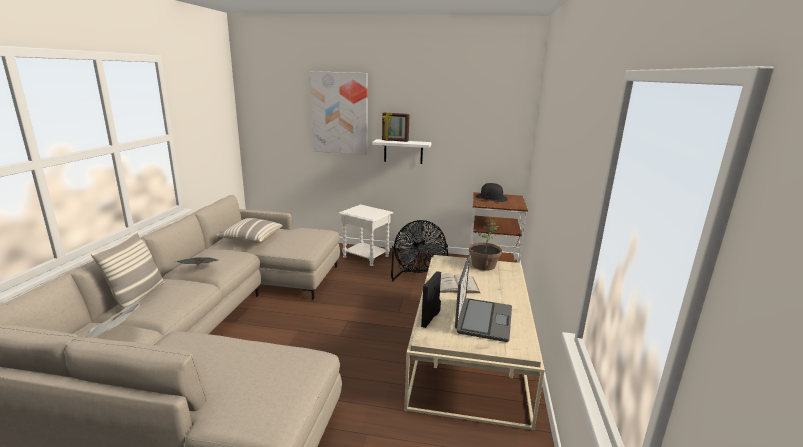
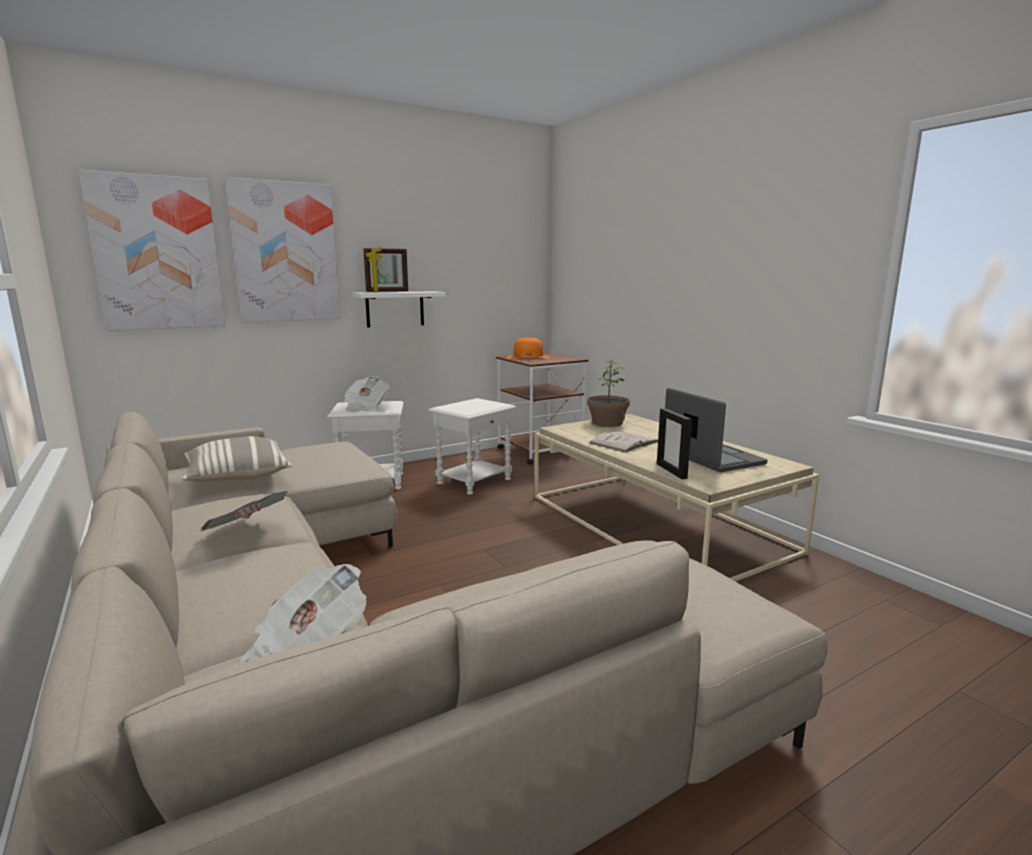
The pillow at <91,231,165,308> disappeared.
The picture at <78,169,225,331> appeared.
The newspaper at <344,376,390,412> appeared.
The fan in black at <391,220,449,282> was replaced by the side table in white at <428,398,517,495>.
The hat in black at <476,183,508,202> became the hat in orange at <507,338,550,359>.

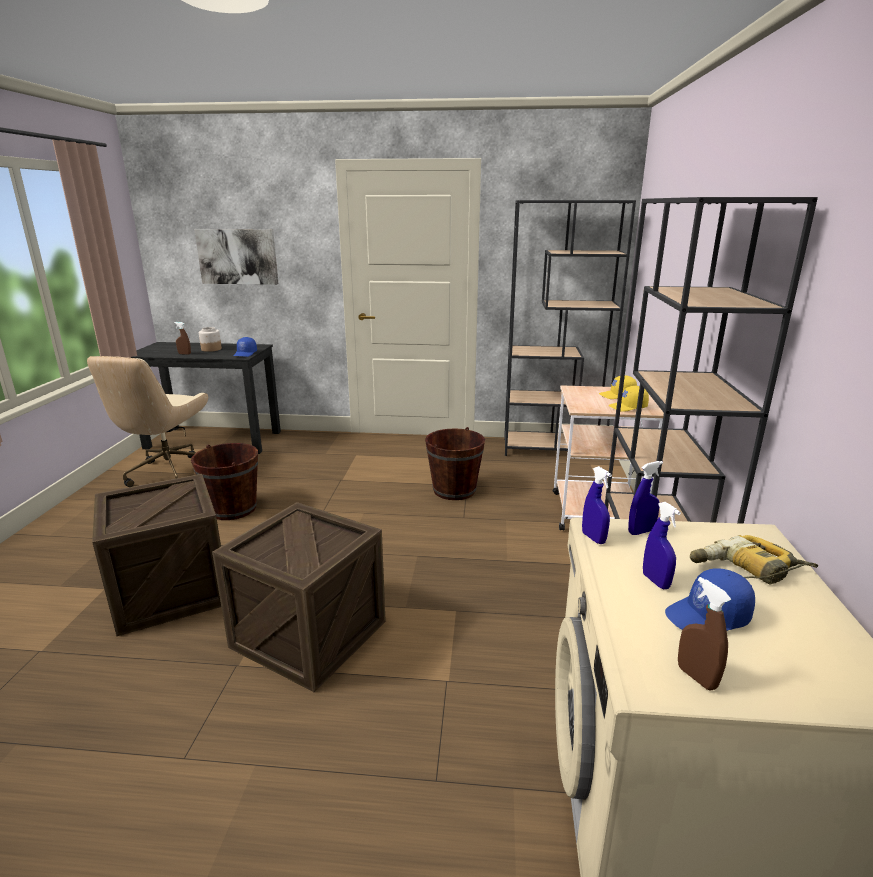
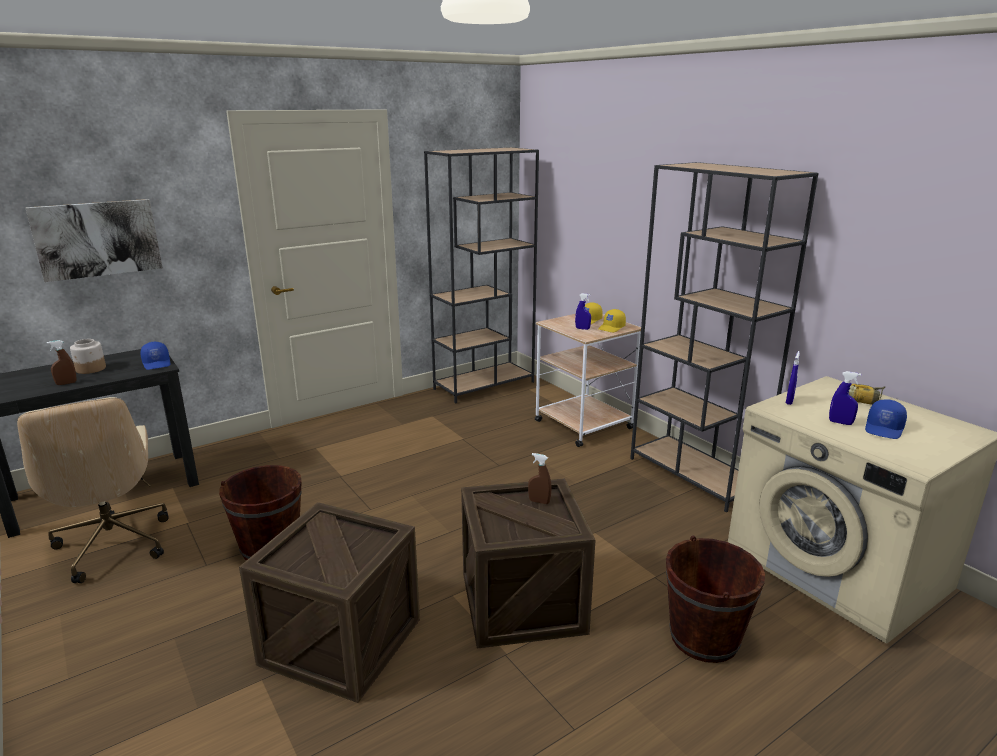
The bucket in brown moved from <425,427,485,500> to <666,535,765,663>.
The spray bottle in blue moved from <582,466,612,544> to <575,293,591,330>.
The spray bottle in brown moved from <678,577,731,691> to <528,453,551,504>.

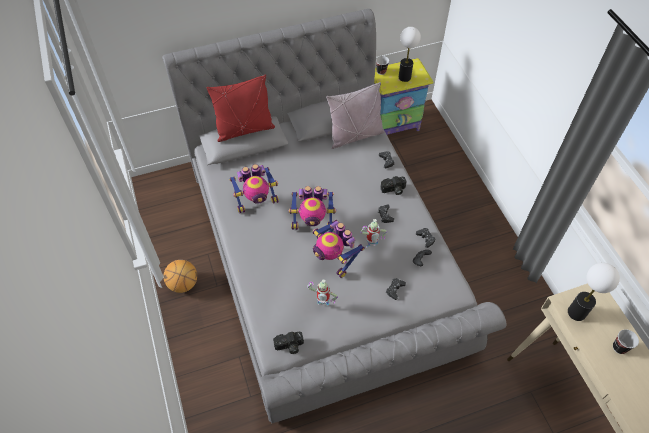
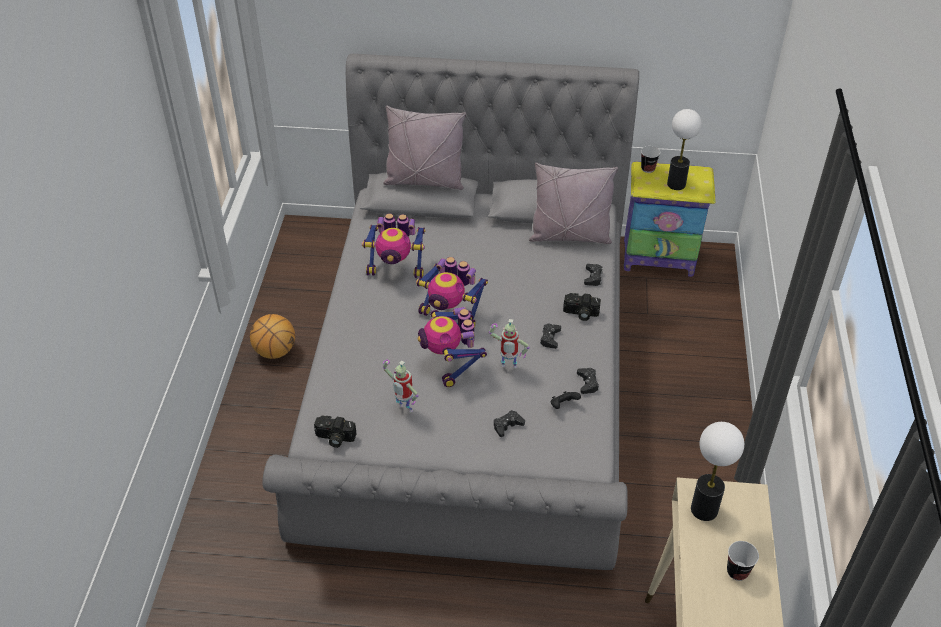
The pillow in red at <206,75,275,142> became the pillow in purple at <383,106,466,190>.

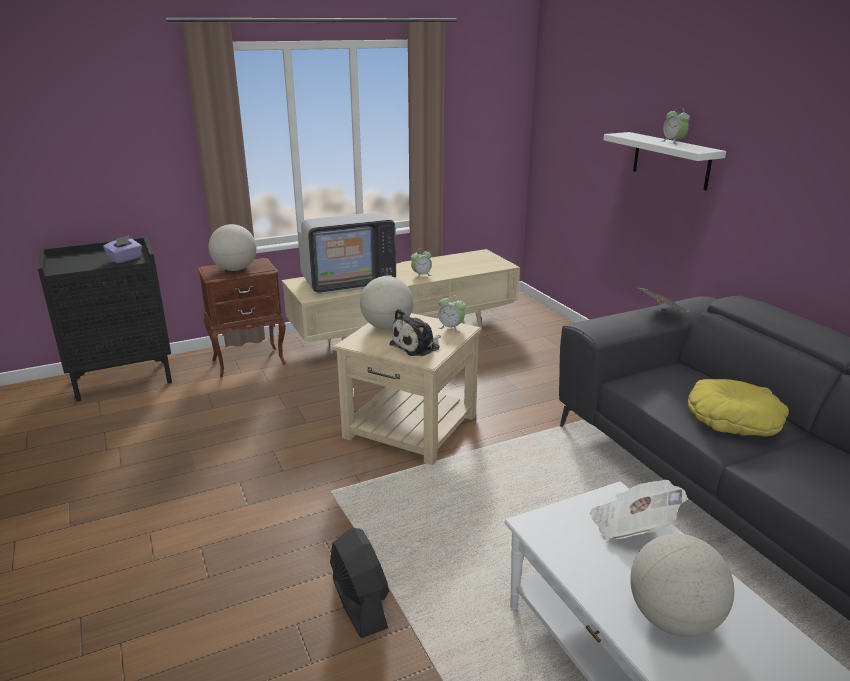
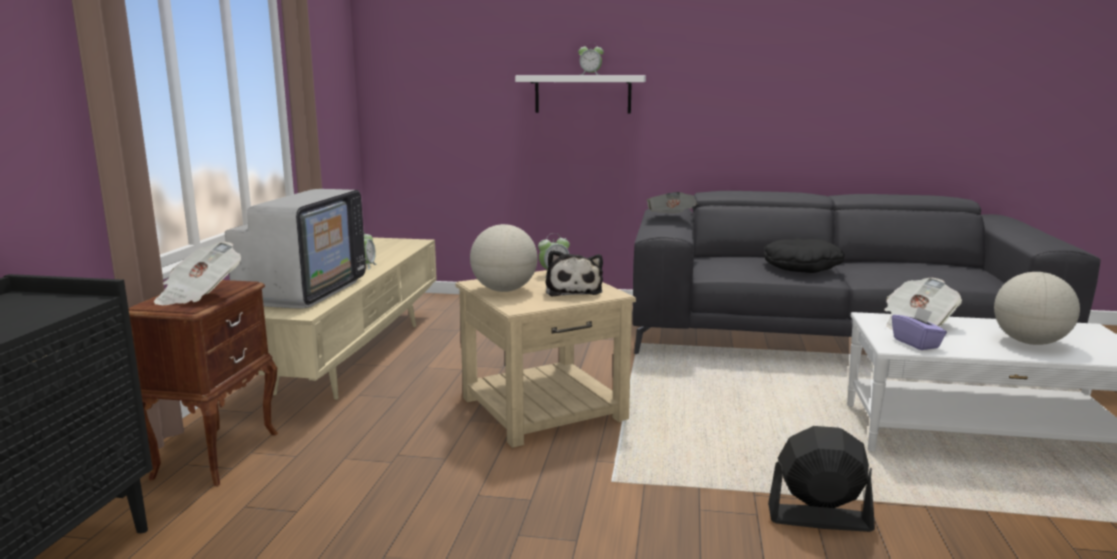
The tissue box in purple moved from <103,235,142,263> to <892,306,947,350>.
The globe at <208,224,256,271> was replaced by the newspaper at <154,242,241,305>.
The pillow in yellow at <688,379,789,436> became the pillow in black at <764,238,845,273>.

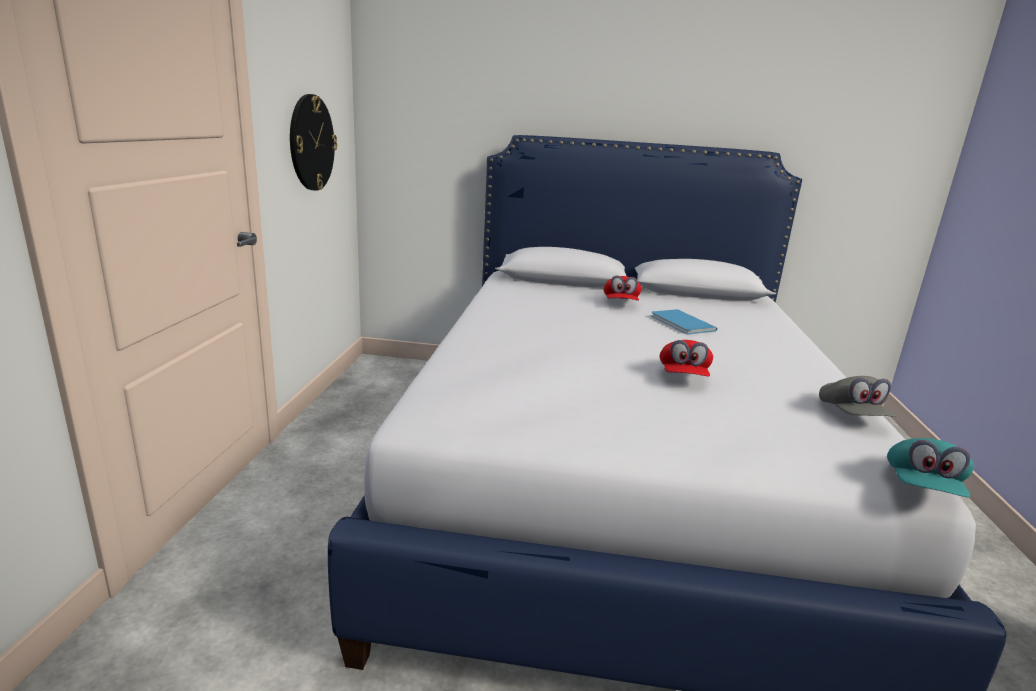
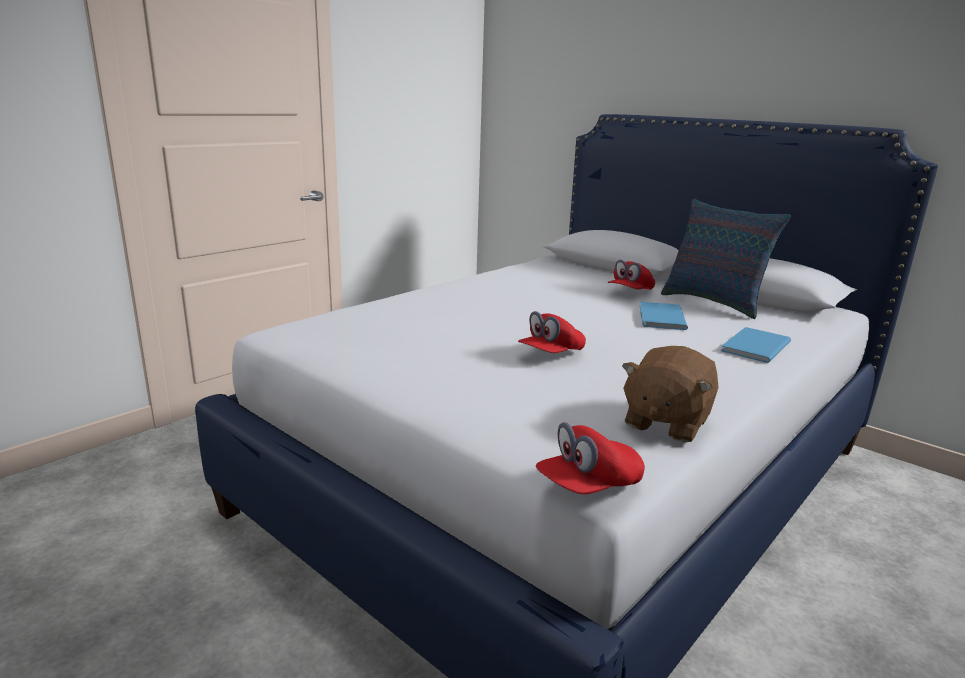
The wall clock at <290,94,337,191> disappeared.
The pillow in blue at <661,199,791,319> appeared.
The book in blue at <721,327,791,363> appeared.
The cap in grey at <819,376,896,417> was replaced by the plush toy in brown at <622,346,718,442>.
The cap in turquoise at <887,438,974,497> became the cap in red at <536,422,645,494>.

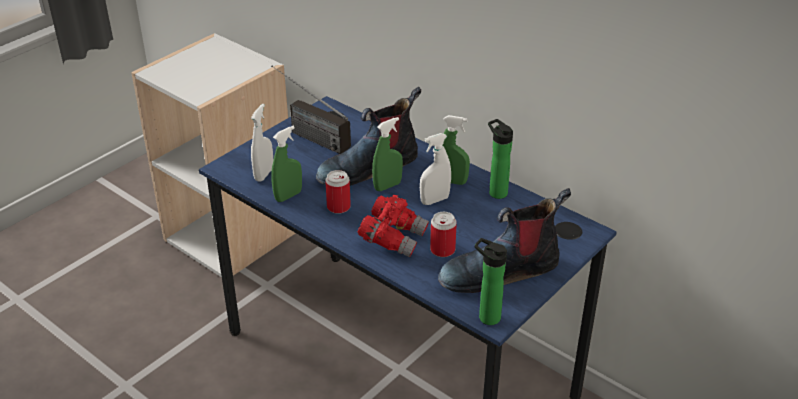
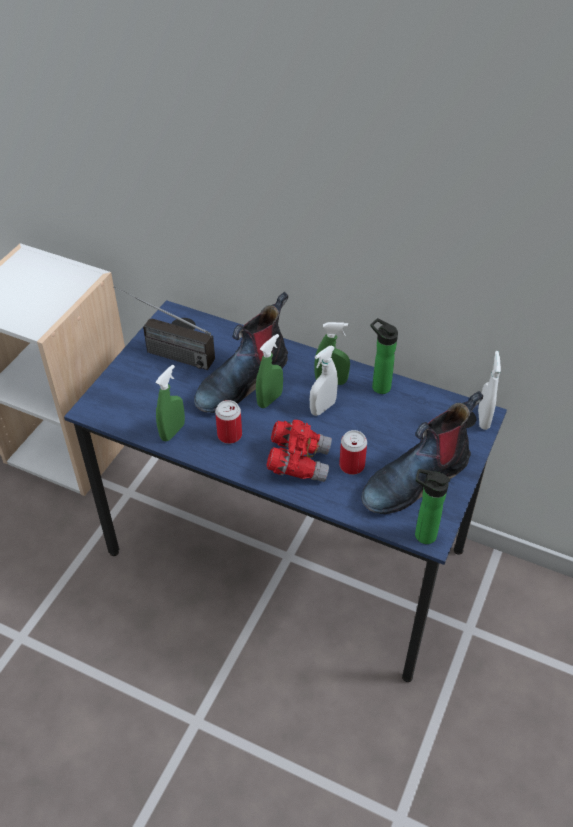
The spray bottle in white moved from <251,104,273,182> to <478,351,501,430>.

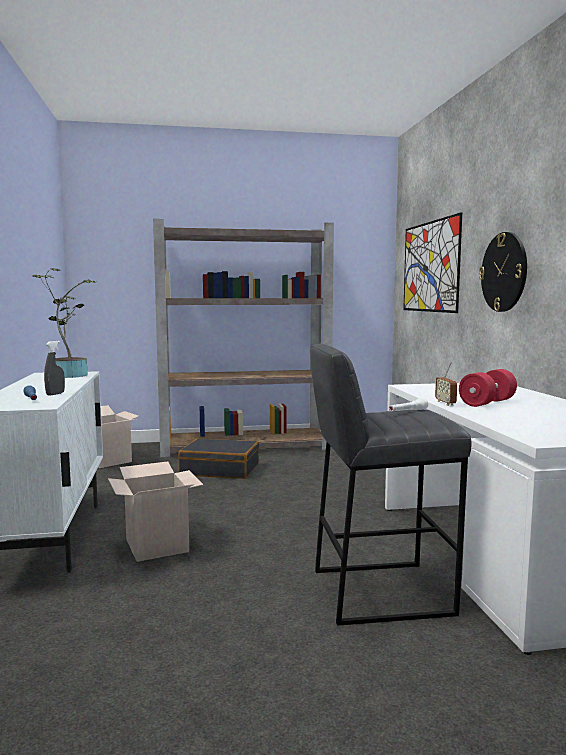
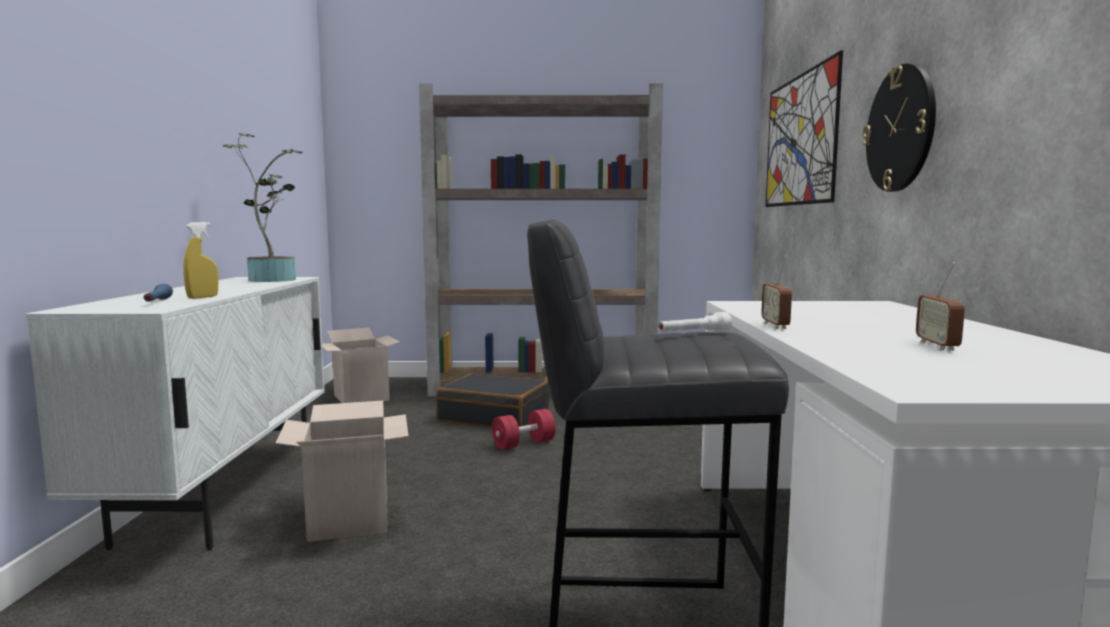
The radio at <916,262,965,351> appeared.
The dumbbell in red moved from <459,369,517,407> to <492,409,556,450>.
The spray bottle in grey at <44,341,65,396> became the spray bottle in yellow at <183,222,218,299>.

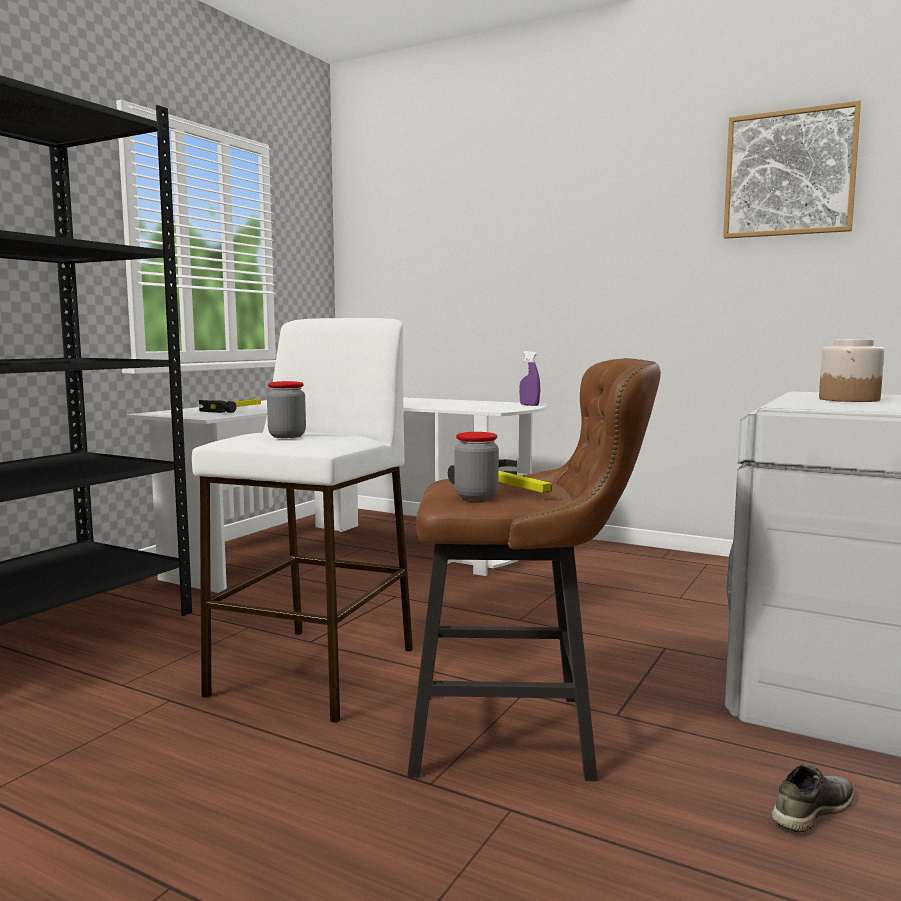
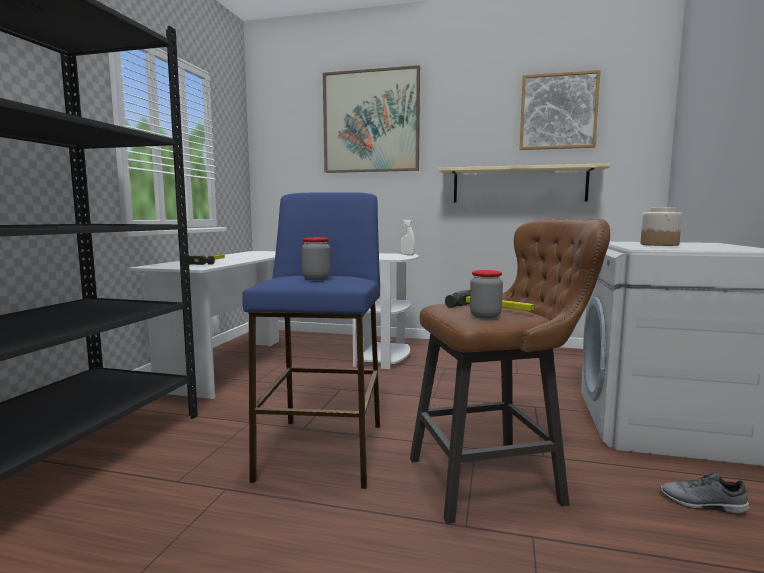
The picture at <323,65,420,173> appeared.
The shelf in beige at <439,163,611,202> appeared.
The stool in white at <192,318,413,723> became the stool in blue at <242,192,380,489>.
The spray bottle in purple at <519,351,540,406> became the spray bottle in white at <400,219,415,255>.
The shoe in grey at <772,765,854,832> turned 105 degrees counterclockwise.

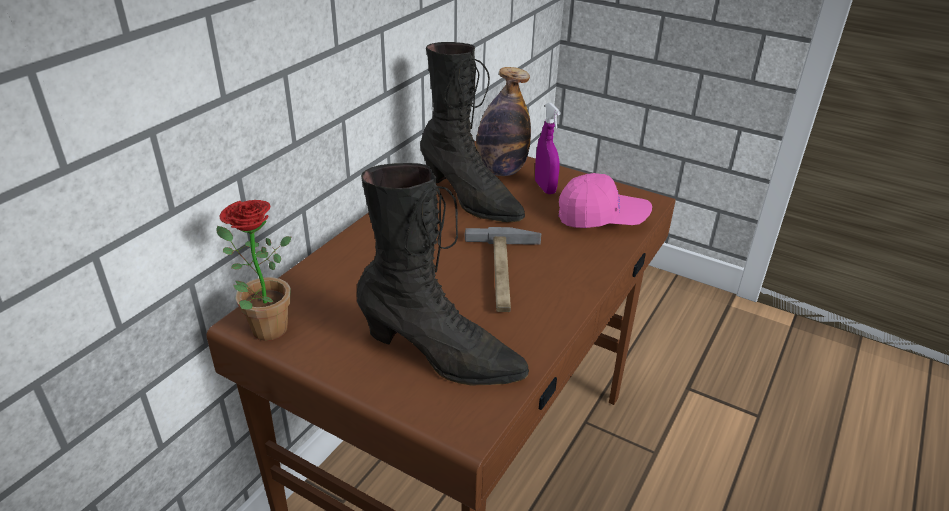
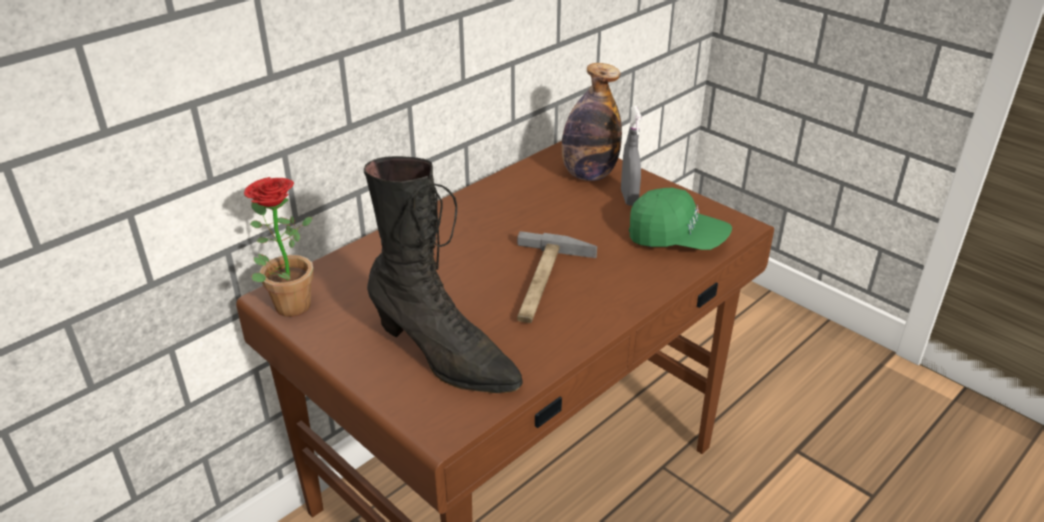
The boot in black at <420,42,525,222> disappeared.
The spray bottle in purple at <535,103,561,194> became the spray bottle in grey at <621,106,642,206>.
The cap in pink at <558,173,652,228> became the cap in green at <629,188,732,250>.

